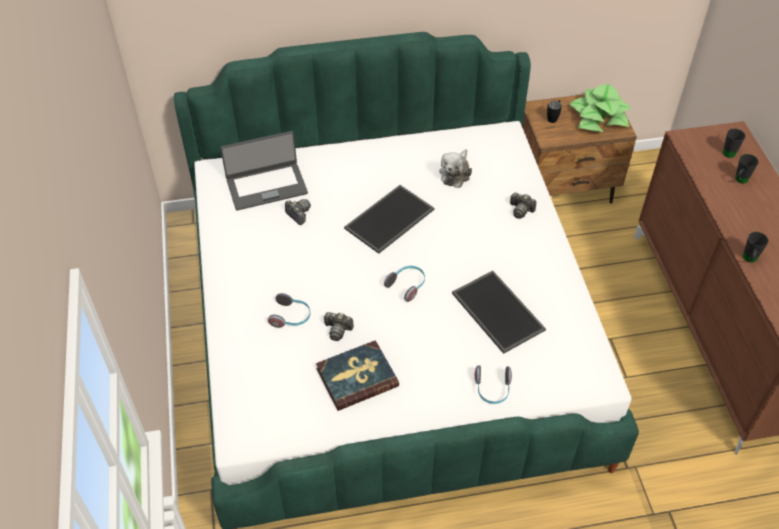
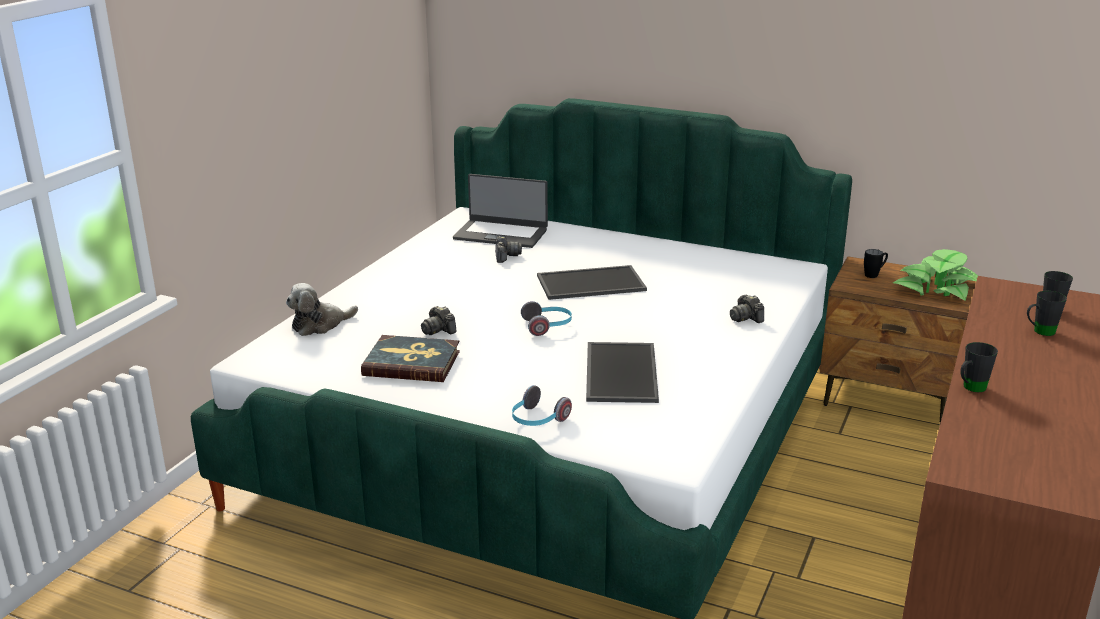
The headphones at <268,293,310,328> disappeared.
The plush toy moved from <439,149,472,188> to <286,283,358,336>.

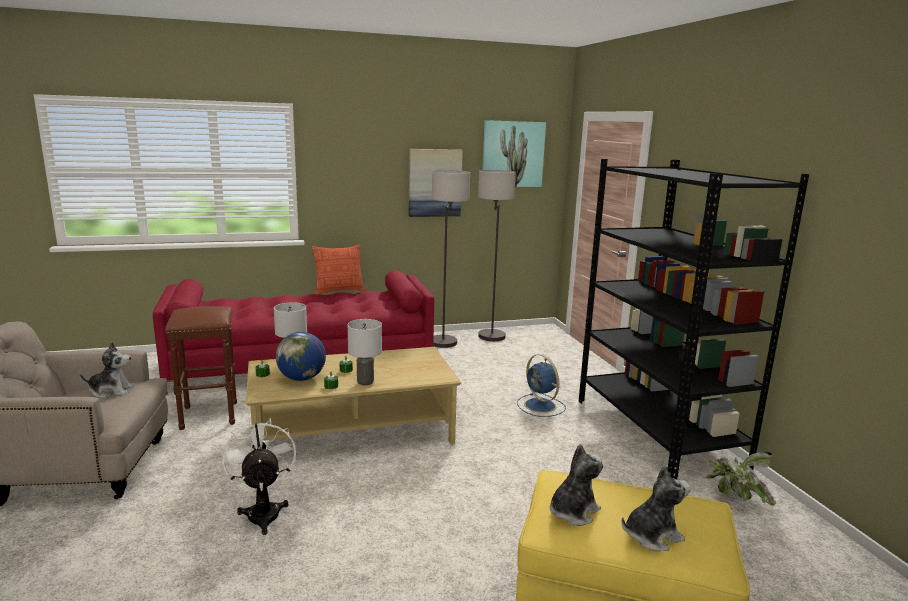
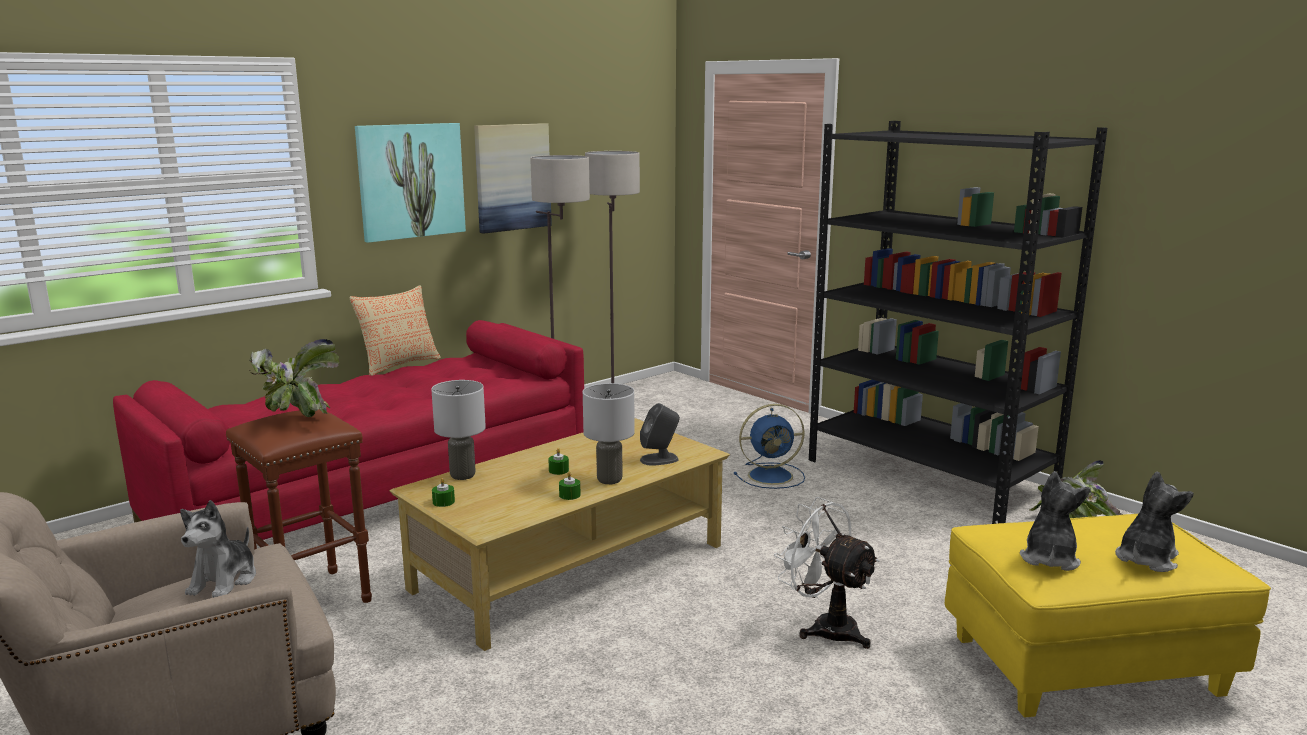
The globe at <276,332,326,381> disappeared.
The potted plant at <249,339,339,417> appeared.
The speaker in grey at <640,403,680,466> appeared.
The fan in white moved from <222,418,296,535> to <774,497,880,649>.
The picture moved from <482,120,546,187> to <355,123,466,243>.
The pillow in orange at <312,245,365,295> became the pillow in beige at <350,285,441,376>.
The plush toy at <80,342,135,398> turned 135 degrees clockwise.
The fan in blue at <517,354,566,417> turned 45 degrees counterclockwise.

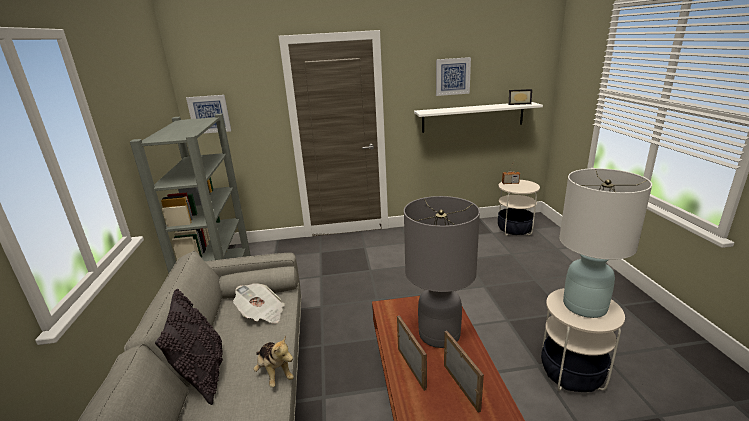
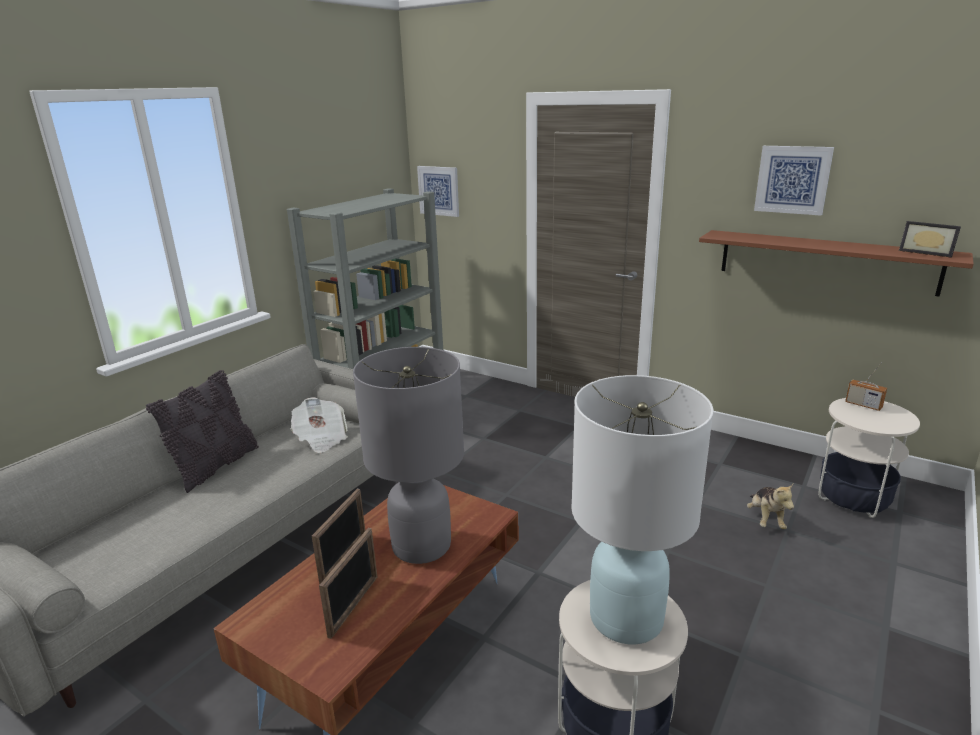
The plush toy moved from <253,335,294,387> to <747,484,794,529>.
The shelf in white at <414,102,543,133> became the shelf in brown at <699,230,974,297>.

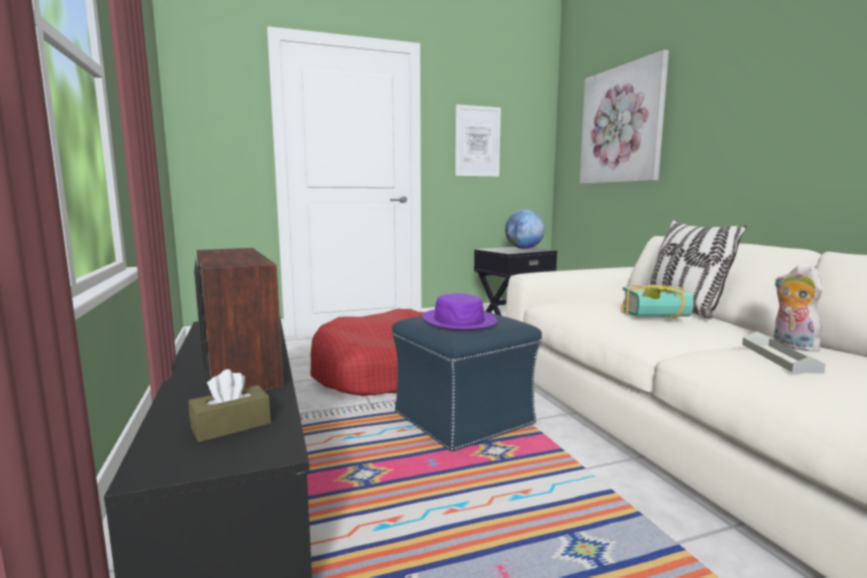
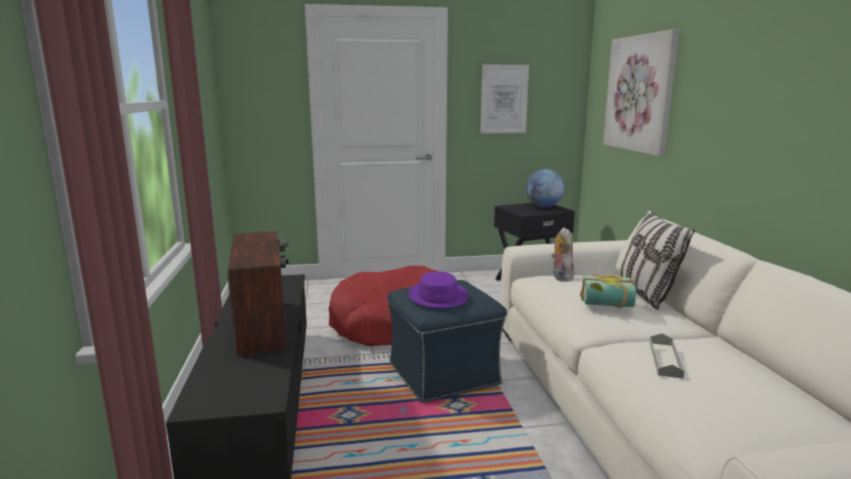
The tissue box in brown at <188,369,271,442> disappeared.
The plush toy moved from <774,265,823,352> to <551,227,574,282>.

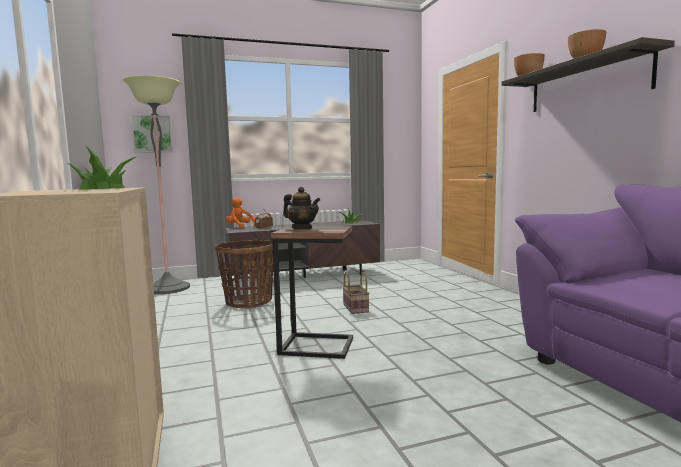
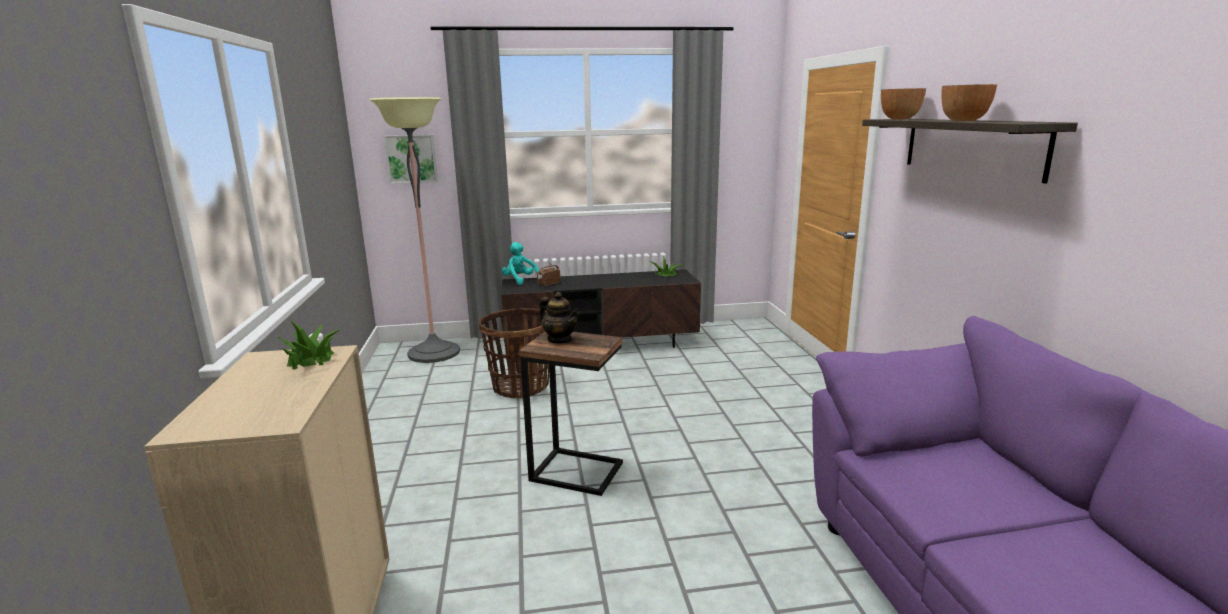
The basket at <342,270,369,314> disappeared.
The plush toy in orange at <226,197,255,228> became the plush toy in turquoise at <502,242,539,285>.

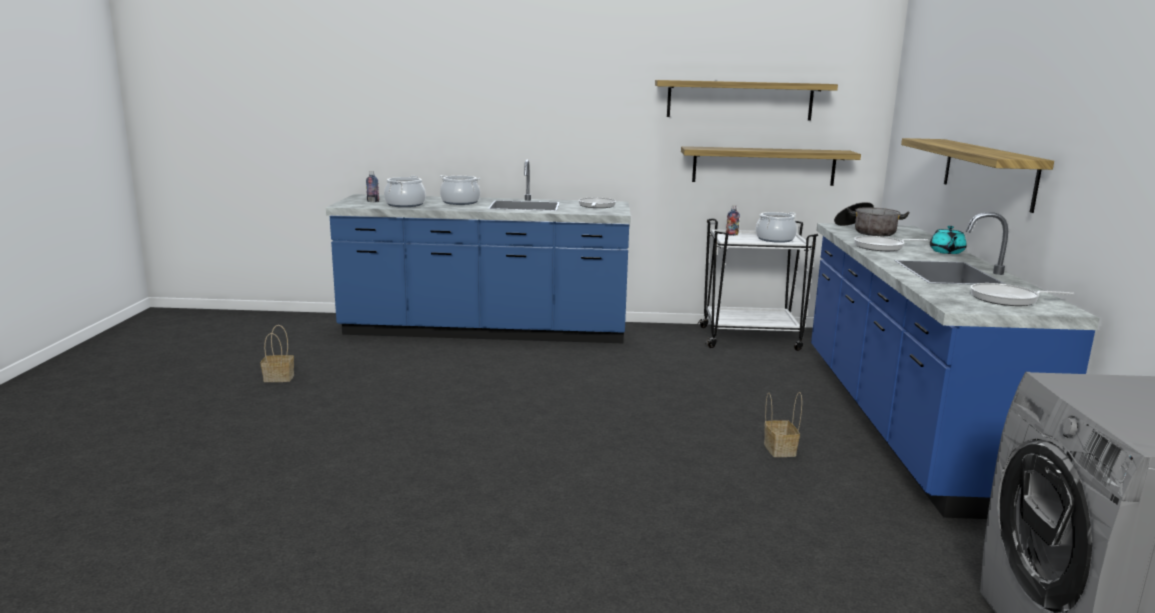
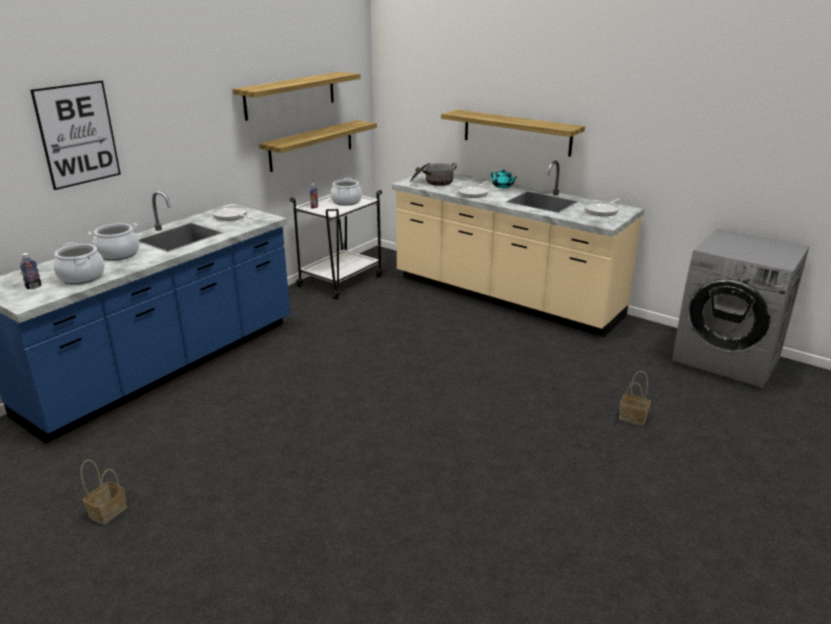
The picture at <30,80,121,190> appeared.
The basket moved from <764,392,802,457> to <619,371,651,426>.
The counter in blue at <811,212,1100,519> became the counter in beige at <392,161,644,337>.

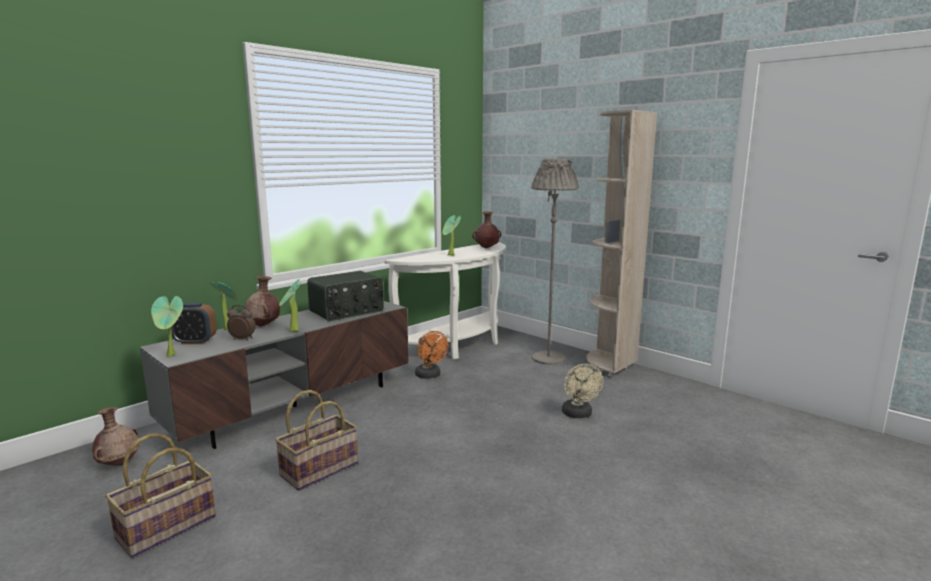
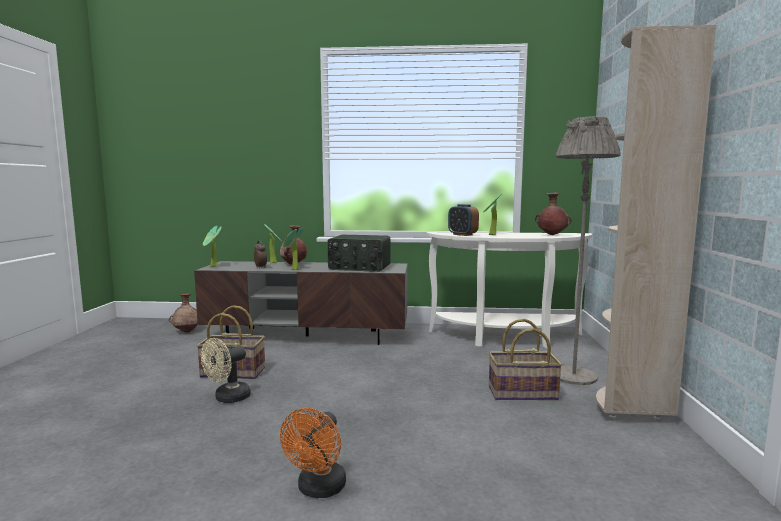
The basket moved from <105,433,216,558> to <489,319,562,400>.
The alarm clock moved from <172,303,217,344> to <448,204,479,236>.
The fan in orange moved from <415,331,449,379> to <280,408,346,498>.
The fan in beige moved from <562,364,603,418> to <201,338,251,403>.

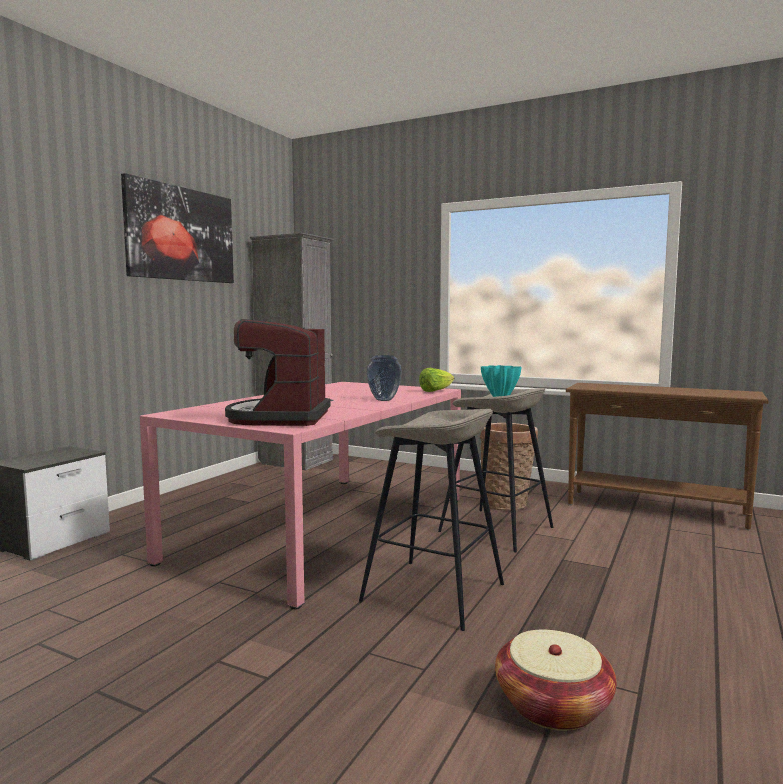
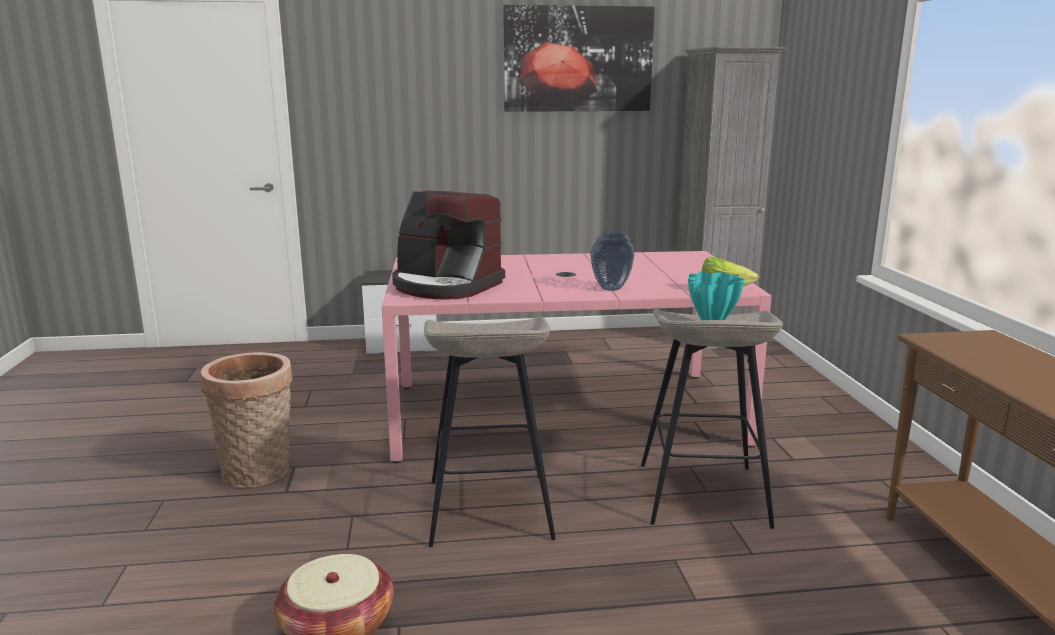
The basket moved from <480,423,538,511> to <201,352,292,488>.
The coffee machine at <225,319,331,426> turned 120 degrees counterclockwise.

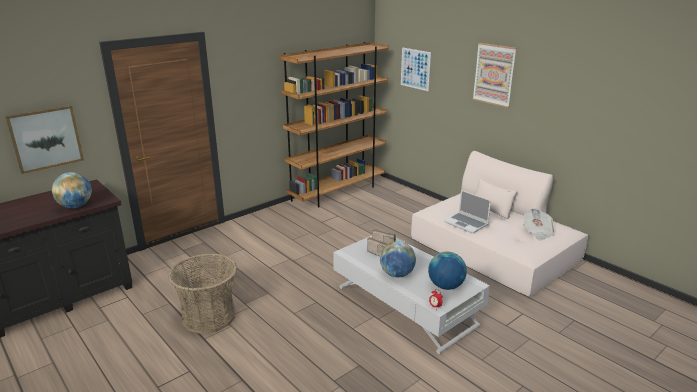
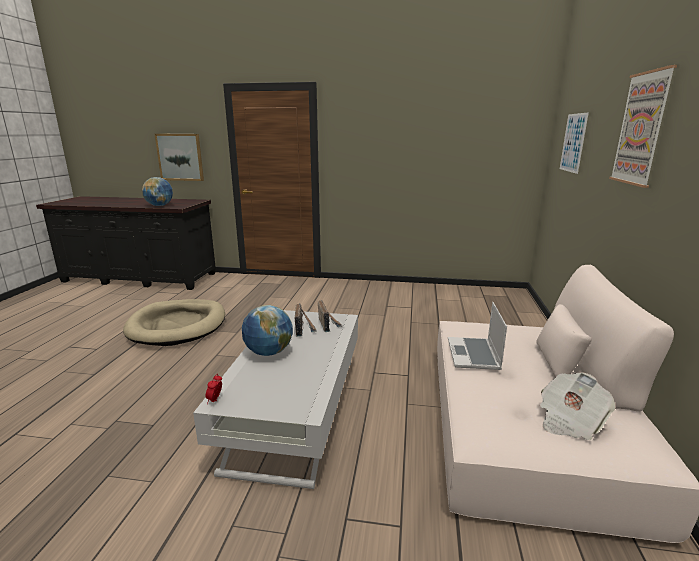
The bookcase in brown at <279,42,389,208> disappeared.
The globe at <428,252,467,290> disappeared.
The basket at <168,253,237,334> was replaced by the dog bed in beige at <123,299,225,346>.

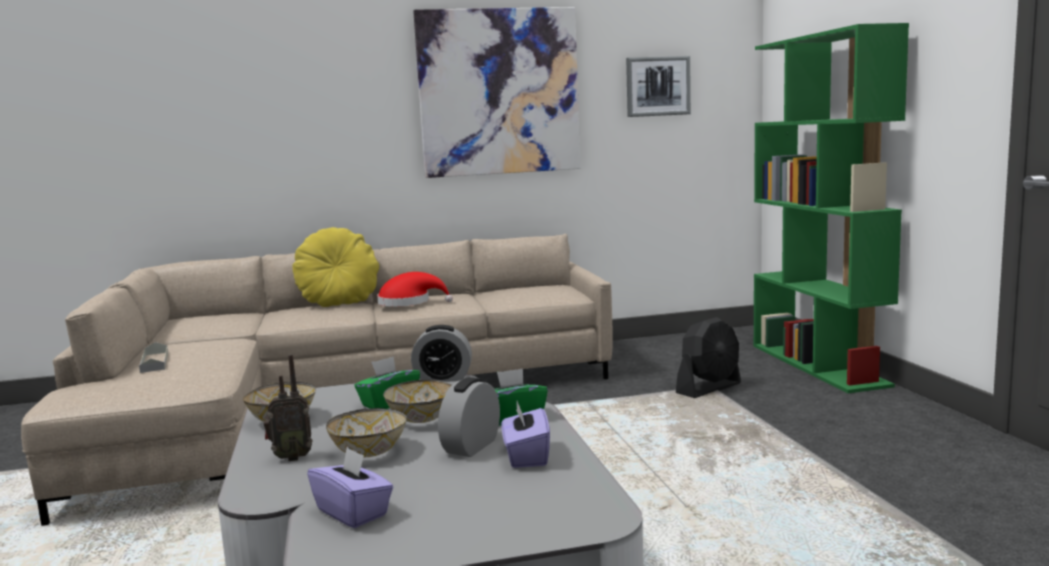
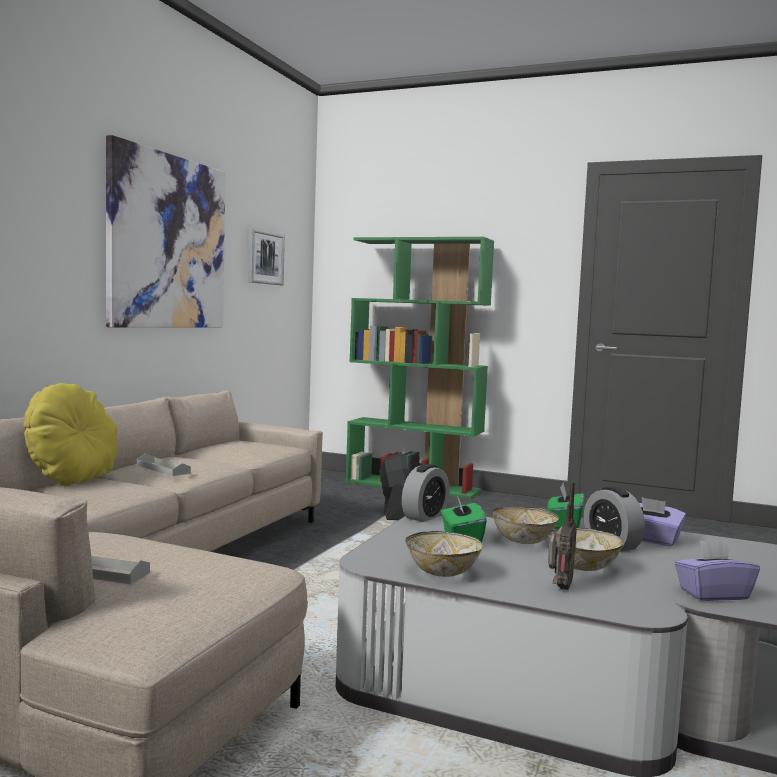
The hat in red at <377,272,453,307> was replaced by the tray in grey at <137,453,191,476>.

